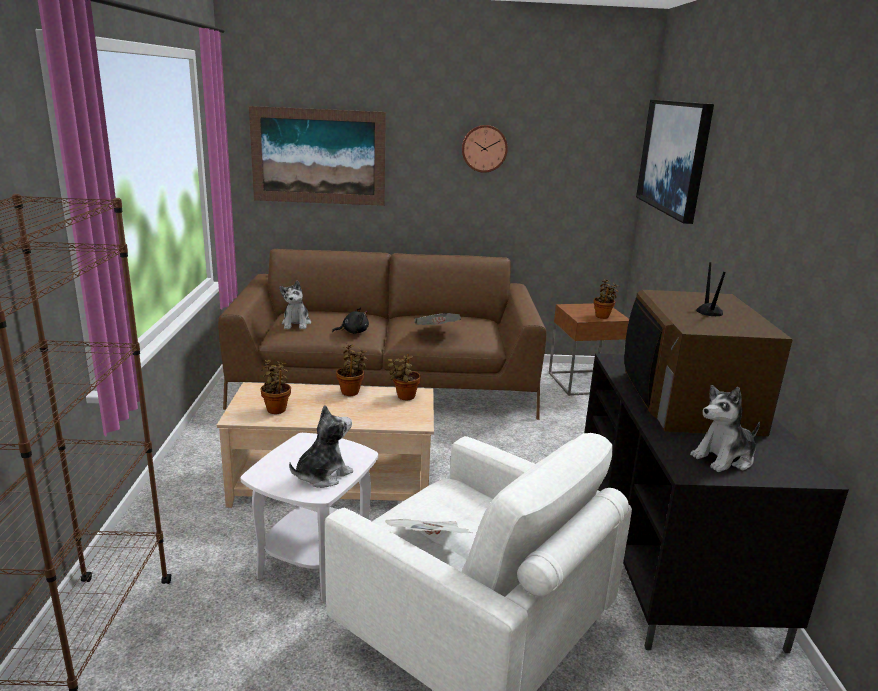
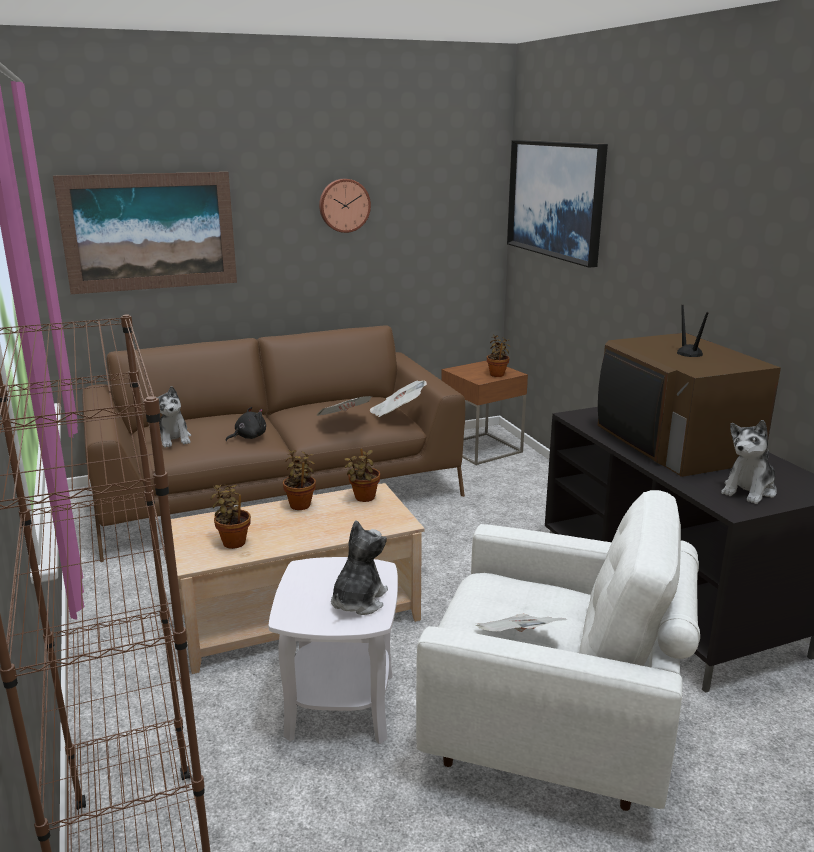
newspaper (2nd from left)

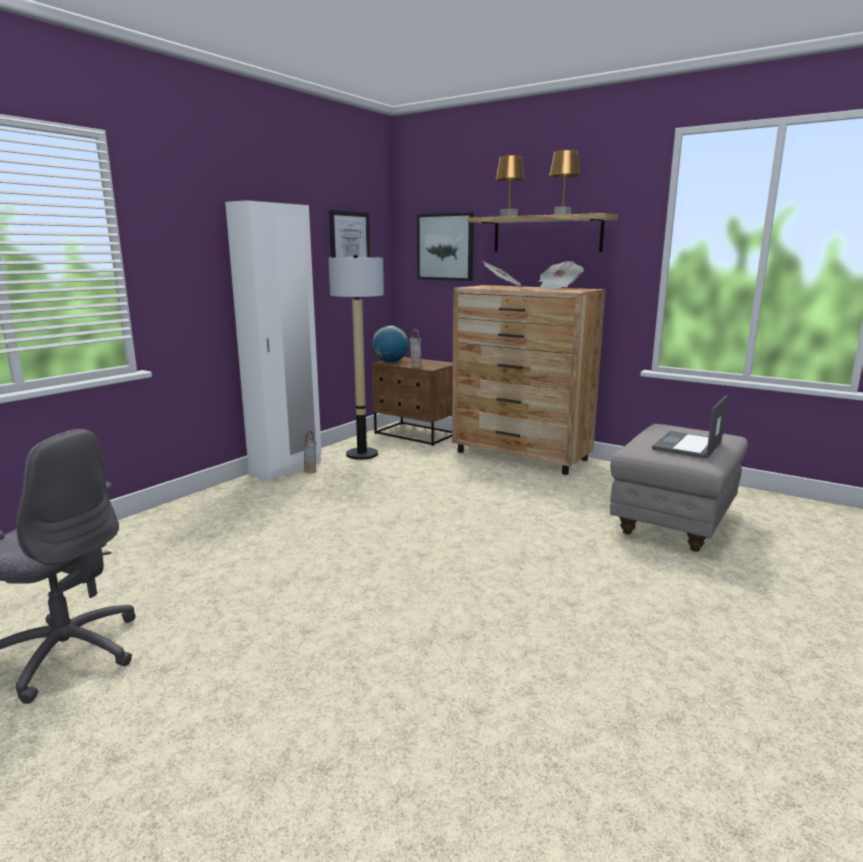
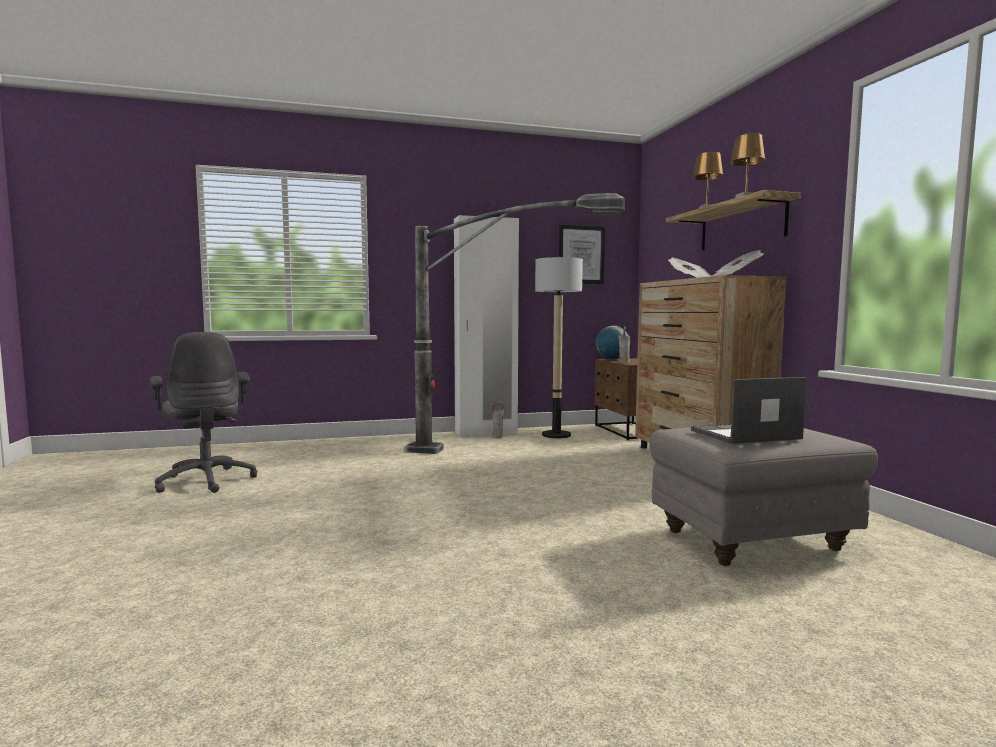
picture (2nd from left in the first image)
floor lamp (1st from left)

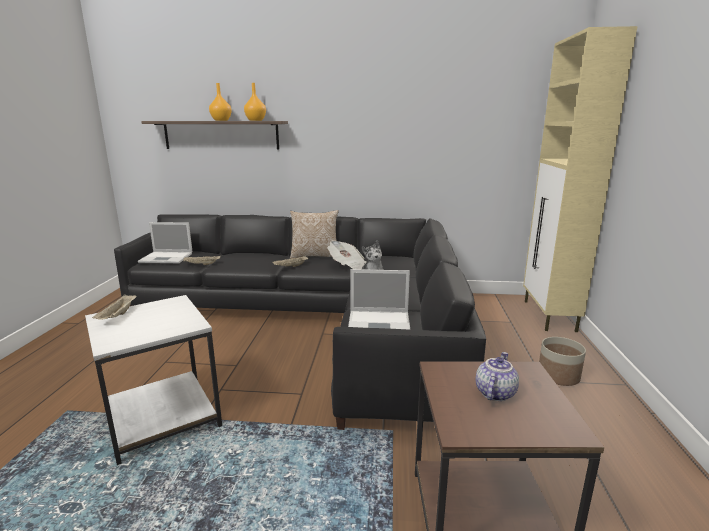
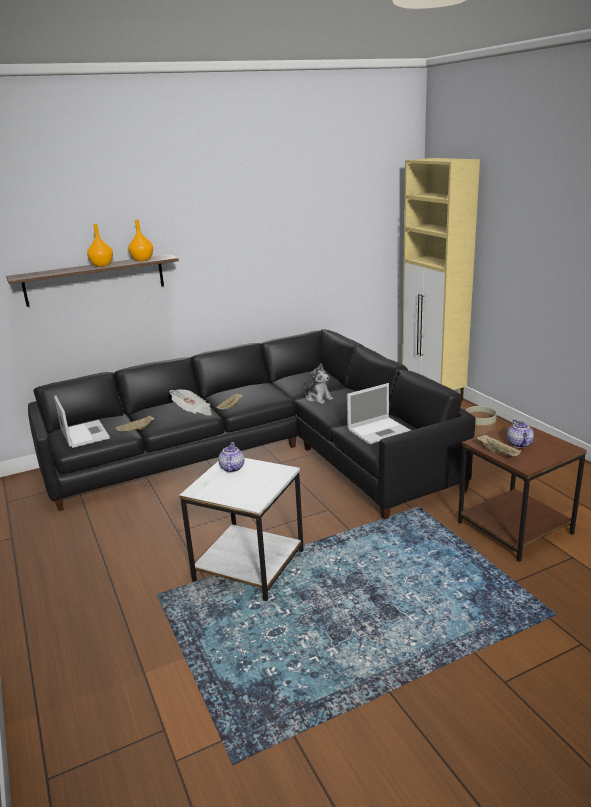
beige tray (3rd from left)
laptop (1st from left)
pillow
newspaper
teapot (1st from left)

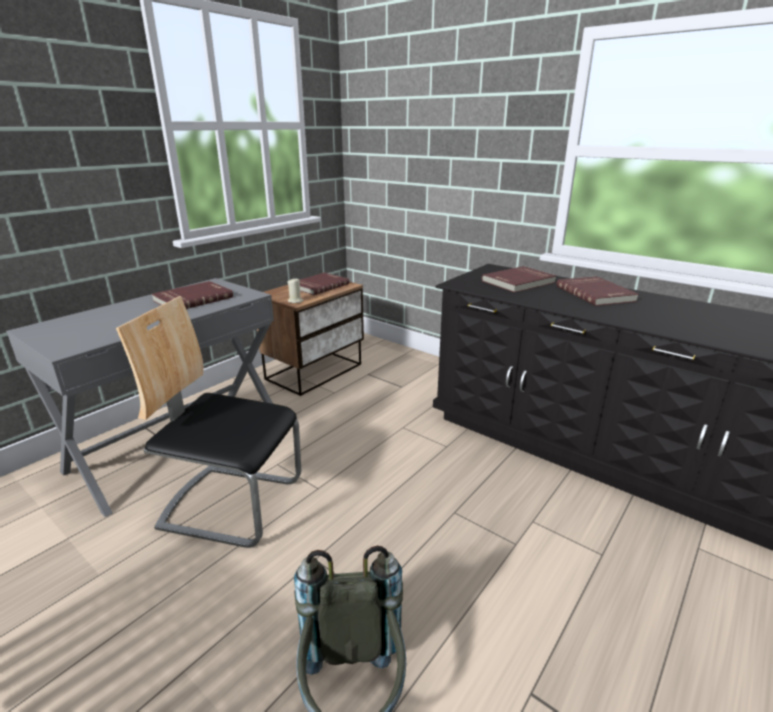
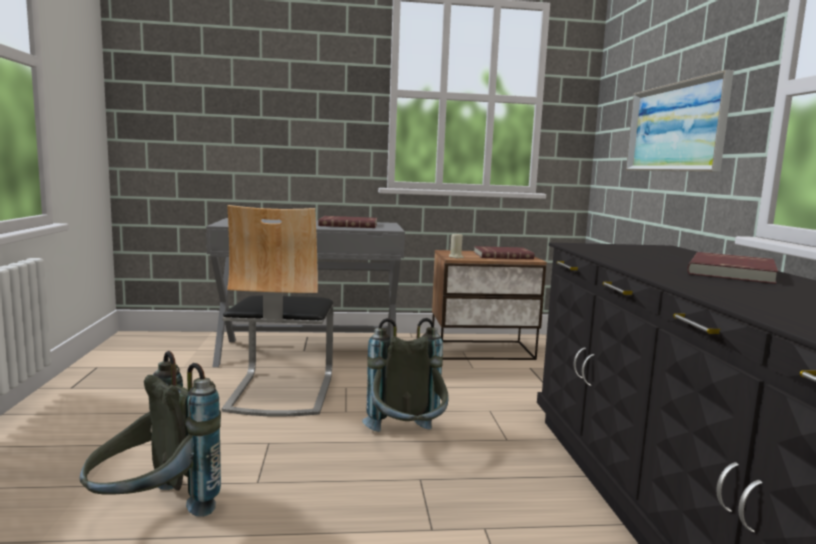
chair
red book (3rd from left in the first image)
grey backpack (2nd from left)
picture

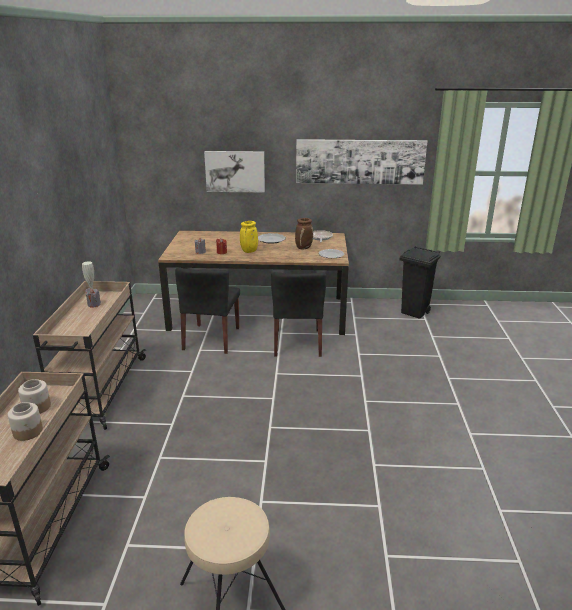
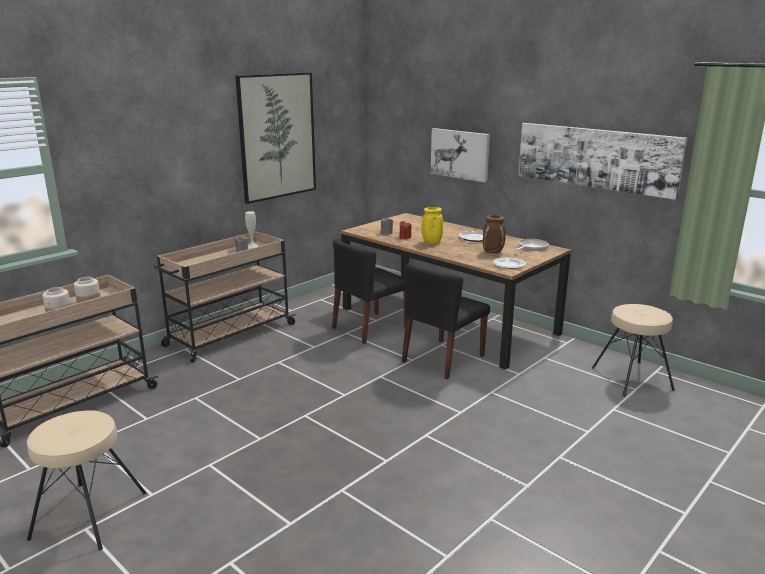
beige stool (2nd from left)
picture (1st from left)

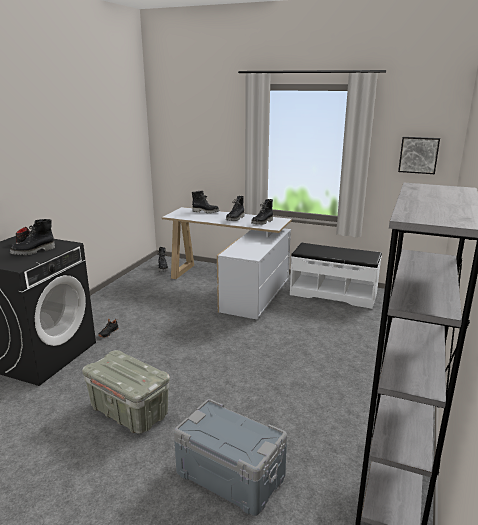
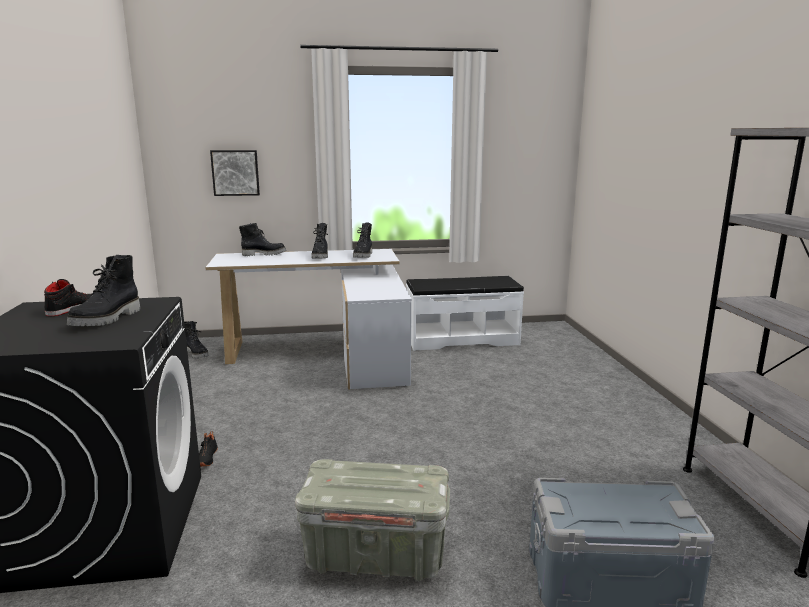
picture

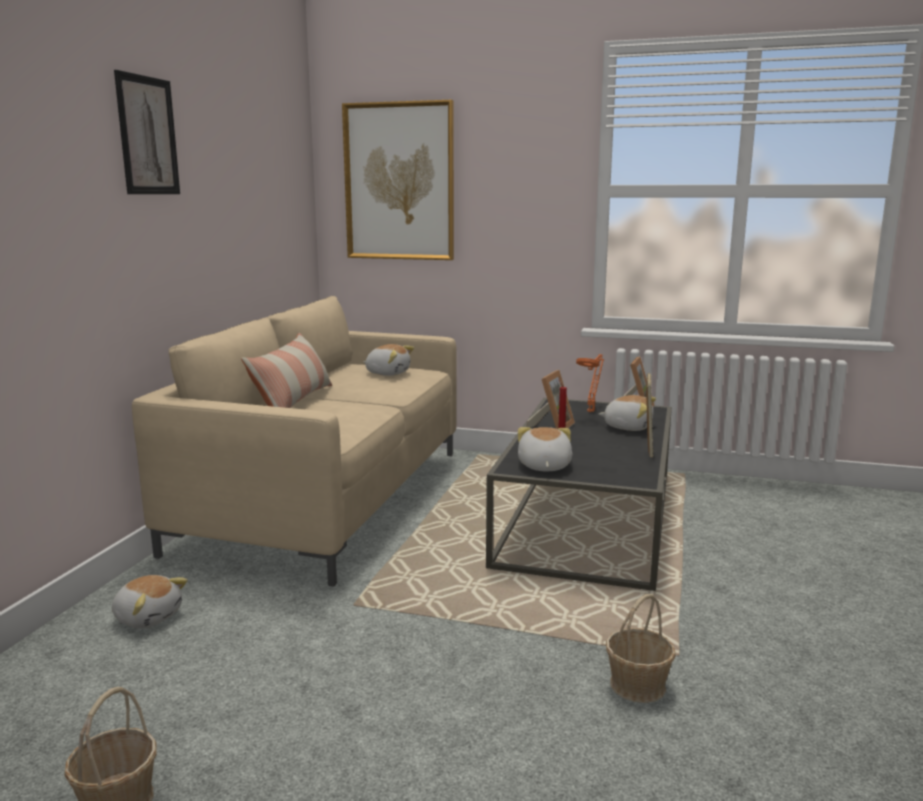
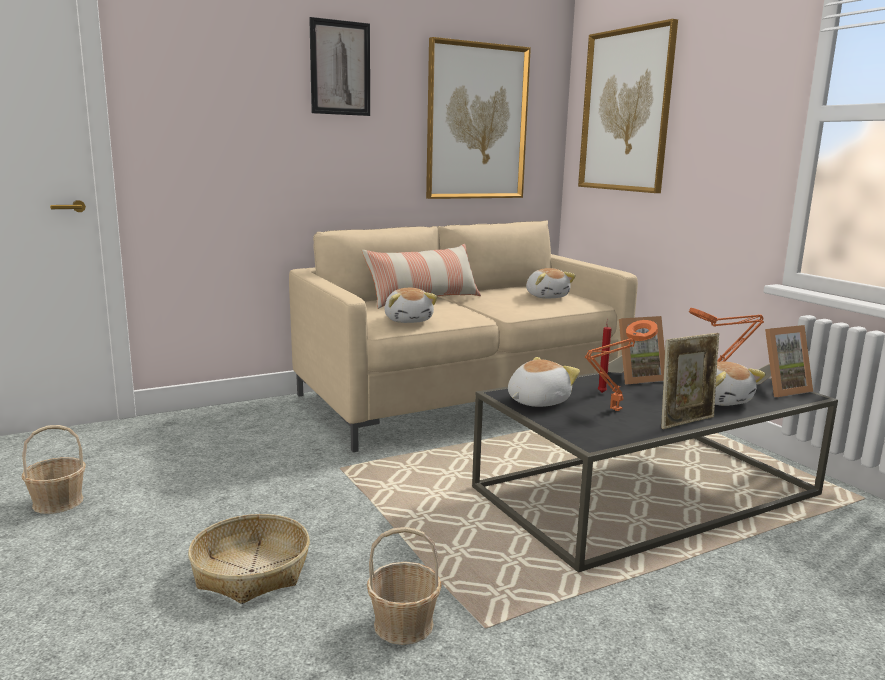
plush toy (1st from left)
basket (2nd from left)
picture (2nd from left)
orange table lamp (1st from left)

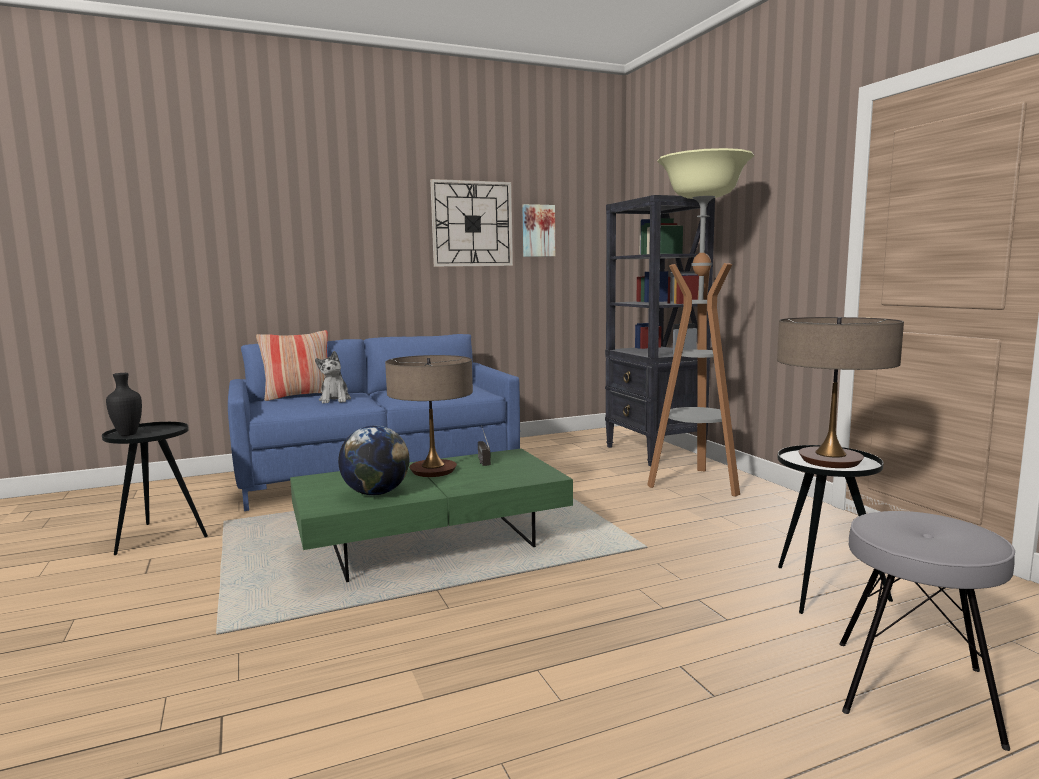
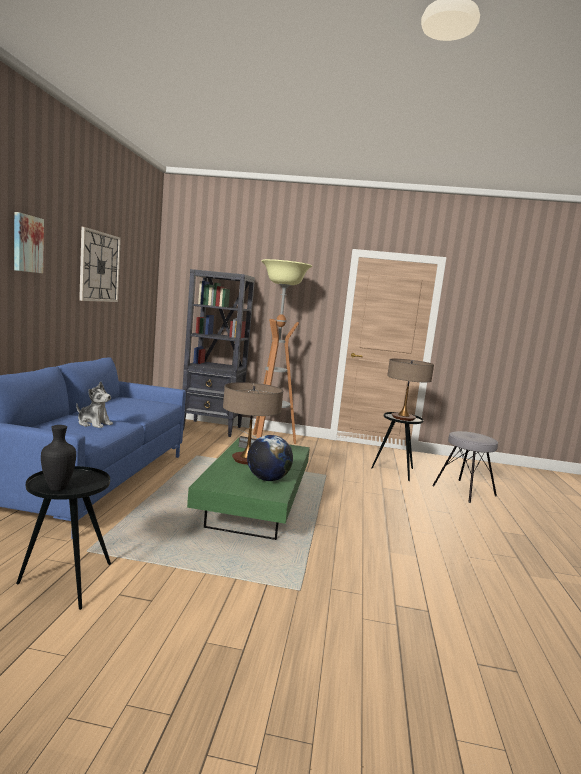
pillow
picture

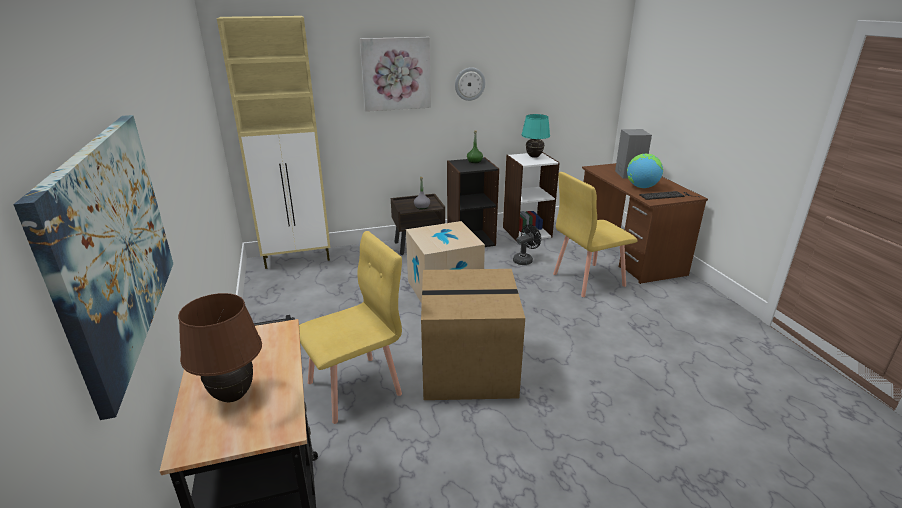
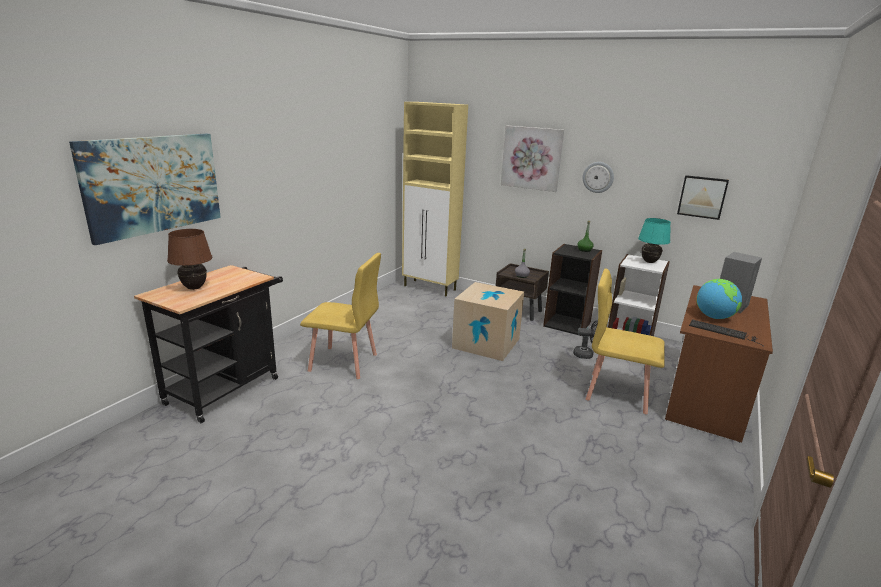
cardboard box (2nd from left in the first image)
picture (3rd from left)

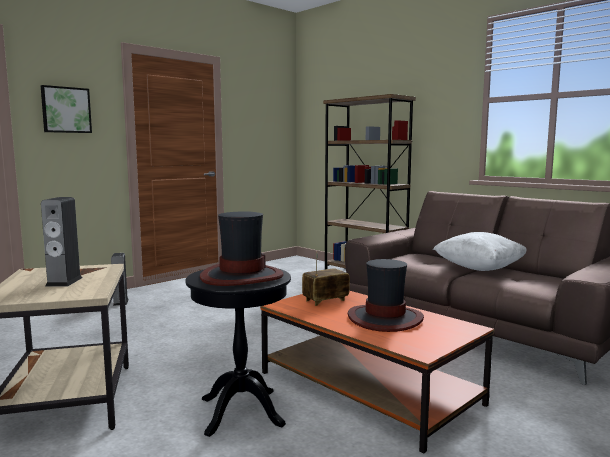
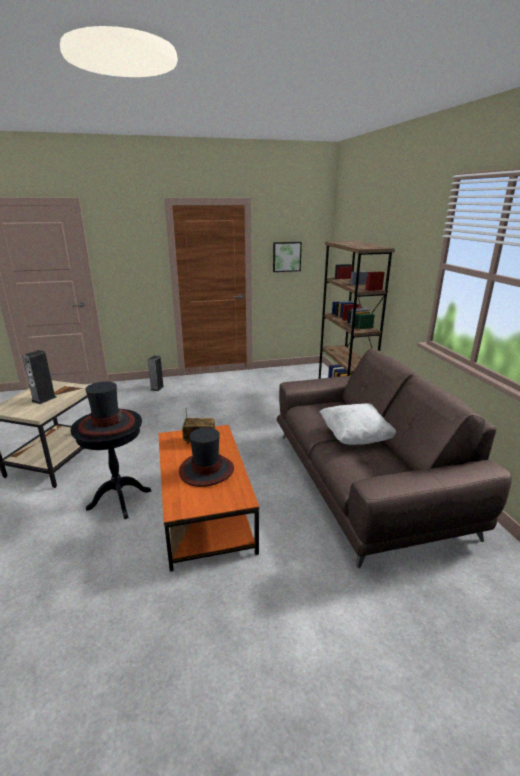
picture

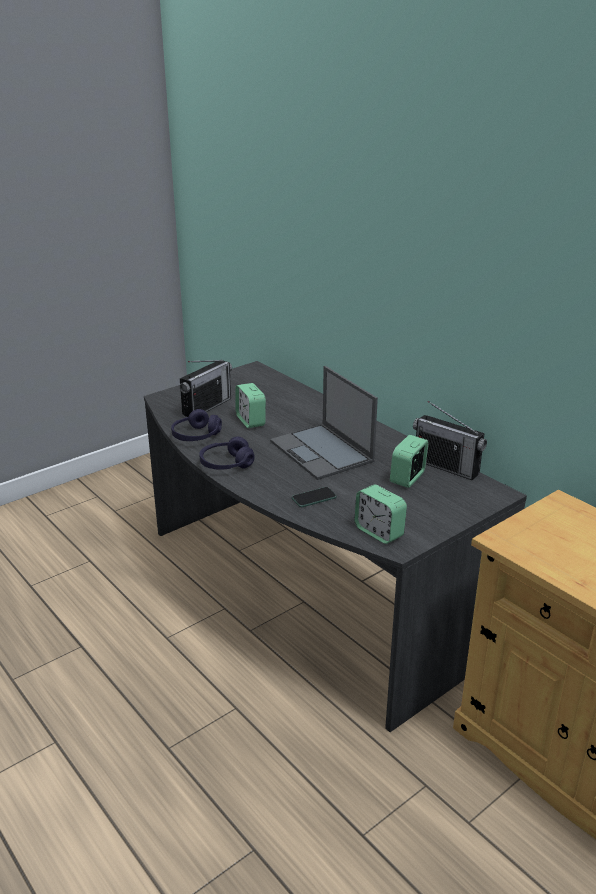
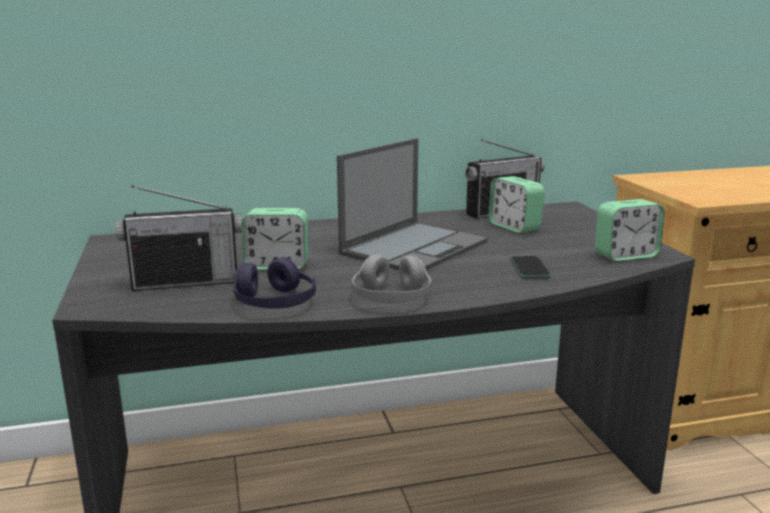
radio (1st from left)
grey headphones
laptop

